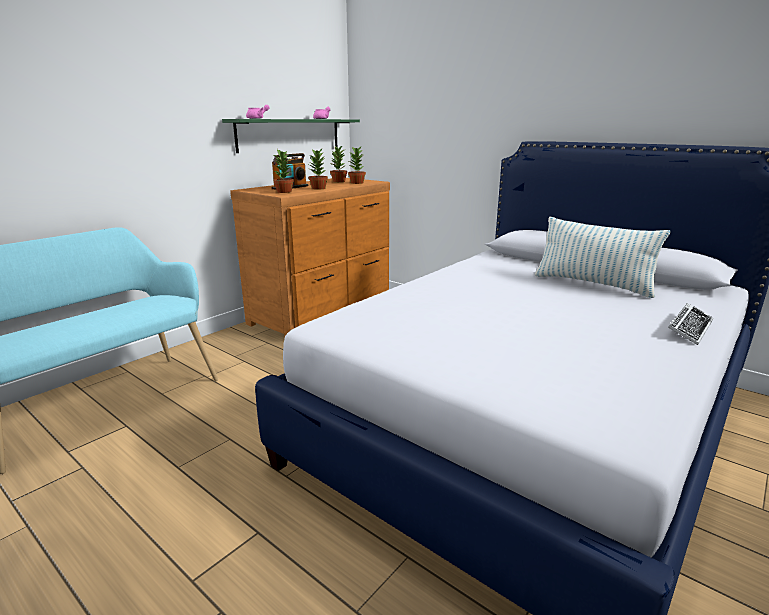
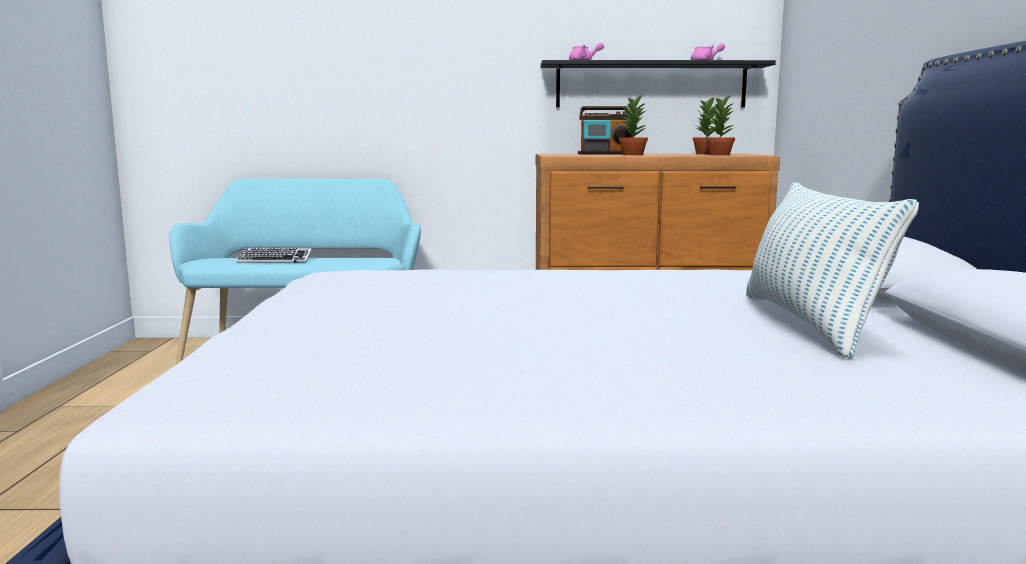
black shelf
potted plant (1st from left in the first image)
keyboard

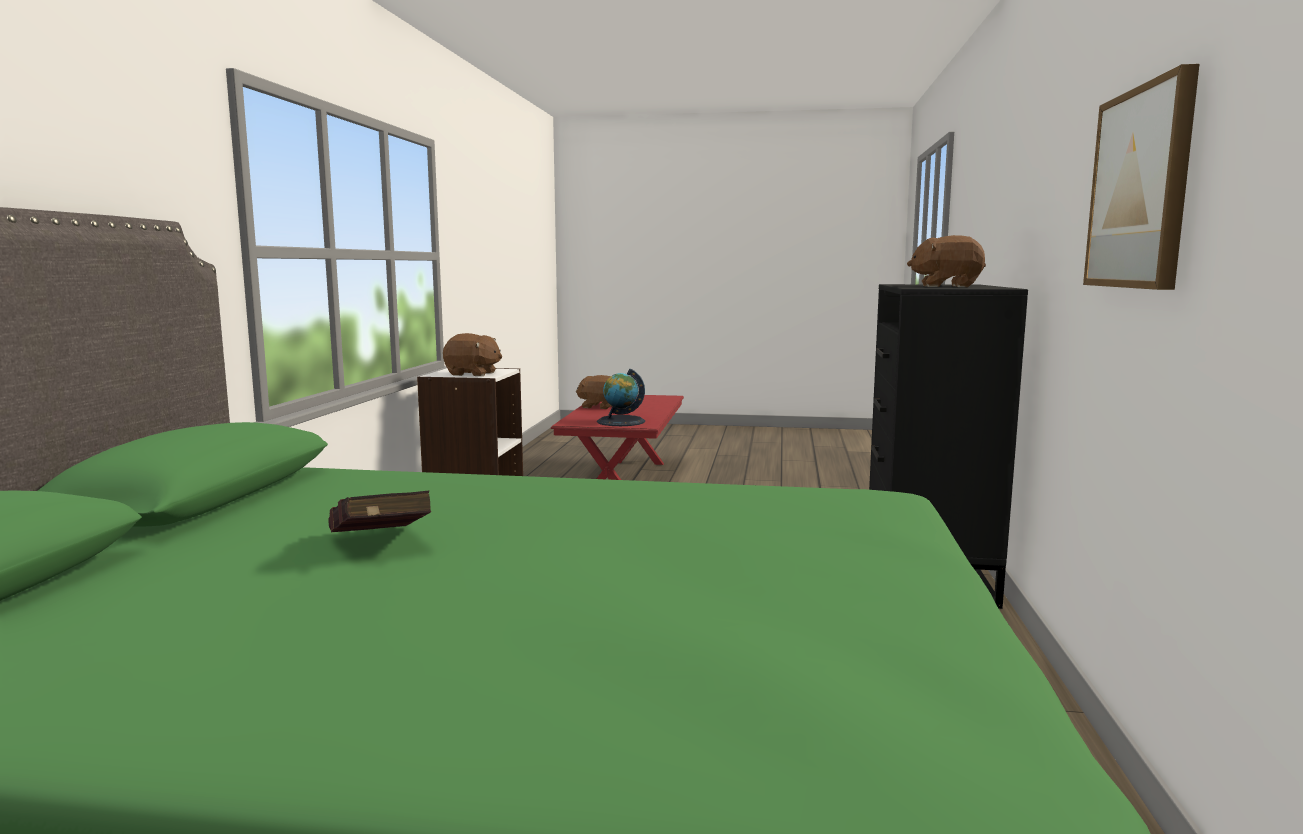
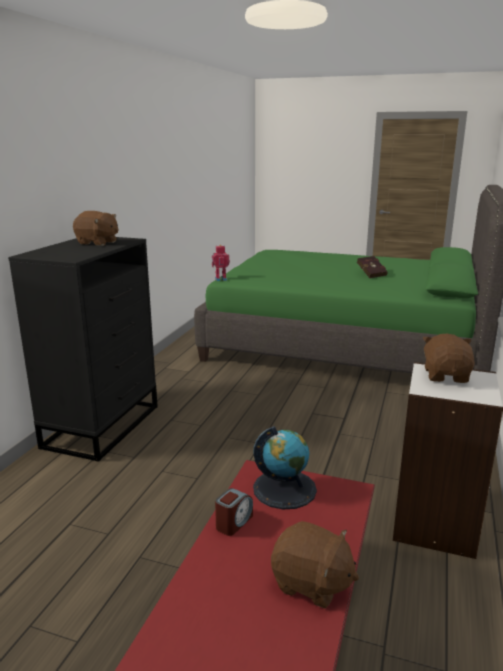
brown plush toy (3rd from left)
picture
toy robot
alarm clock

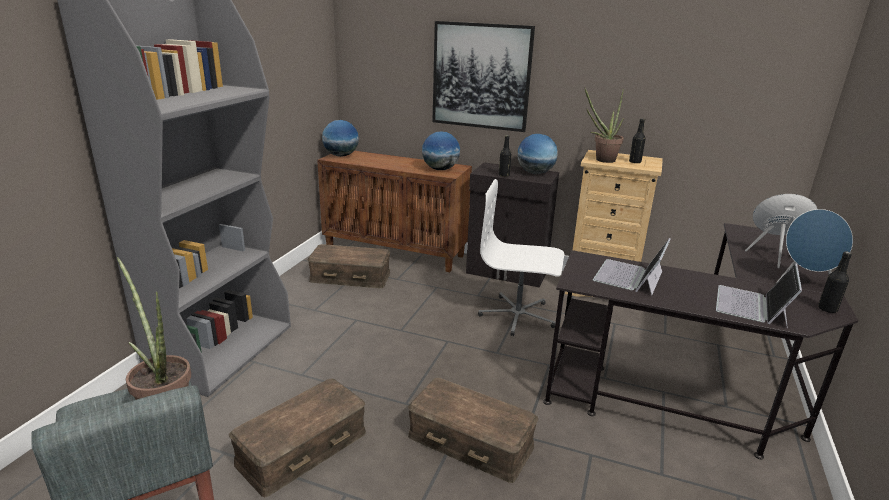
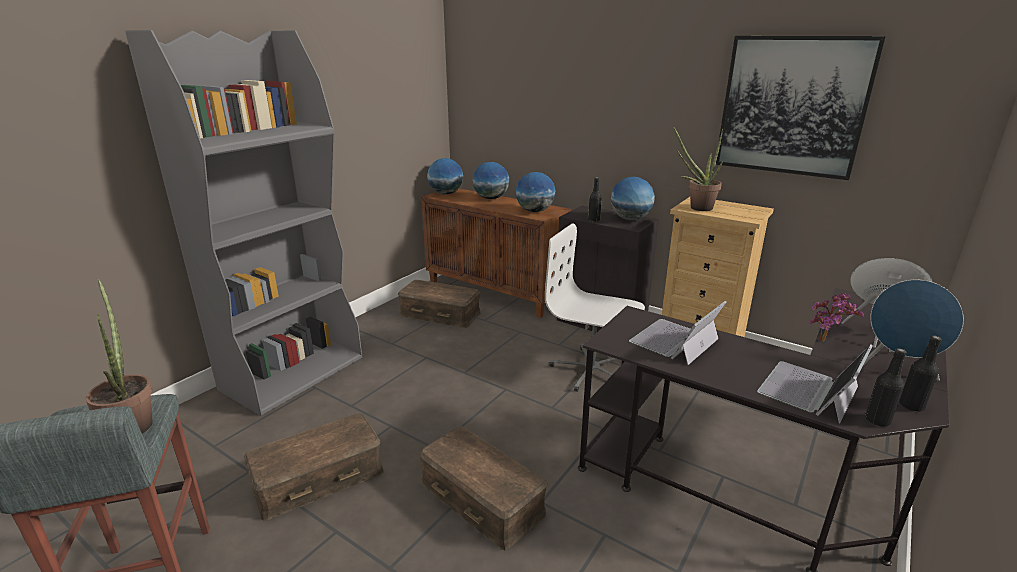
picture
black bottle (2nd from left)
globe (2nd from left)
potted plant (3rd from left)

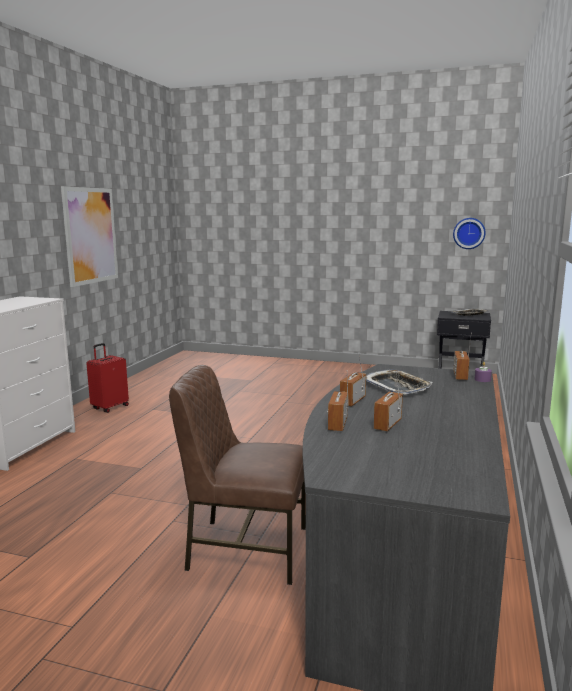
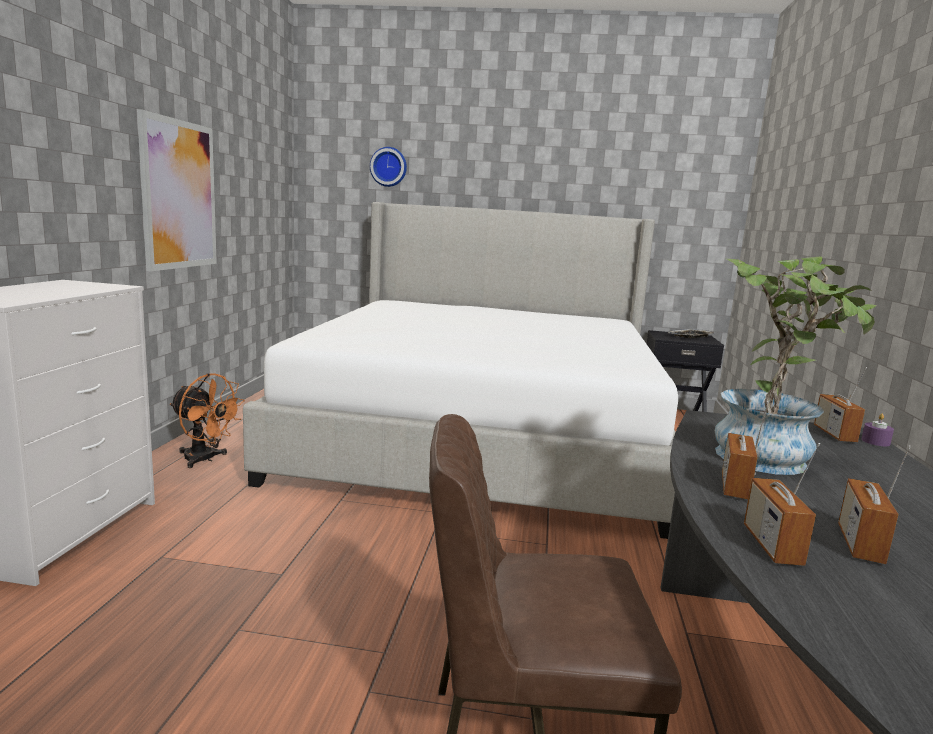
orange fan
potted plant
wall clock
bed

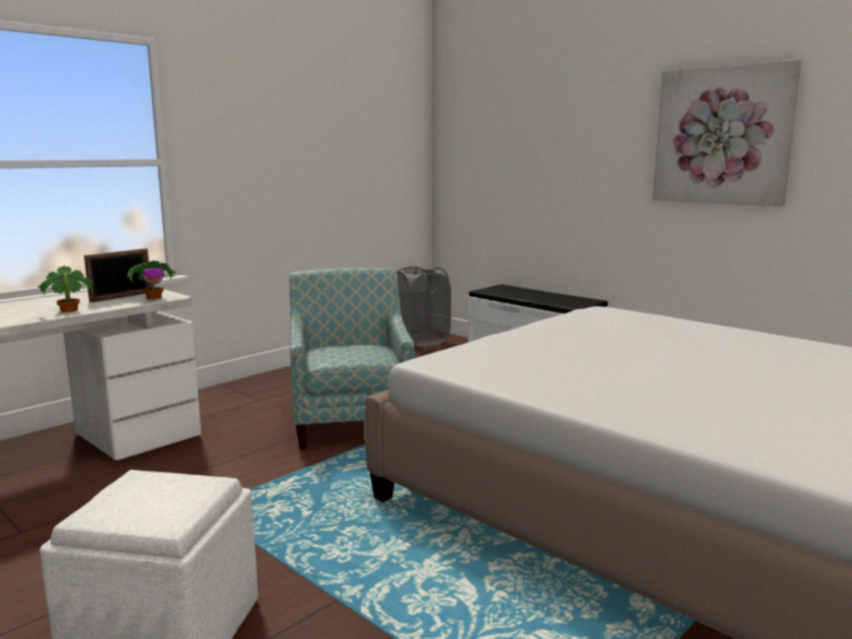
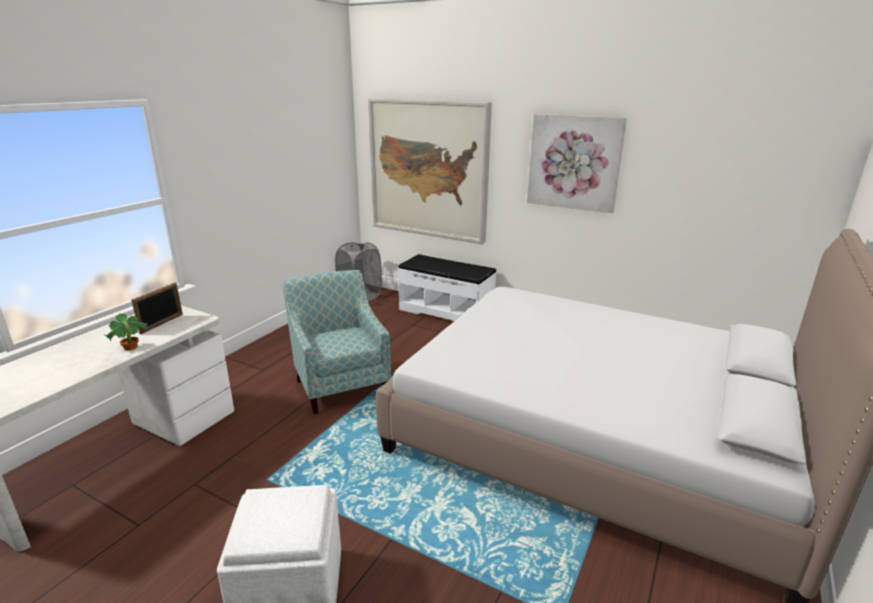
potted plant (2nd from left in the first image)
picture (1st from left)

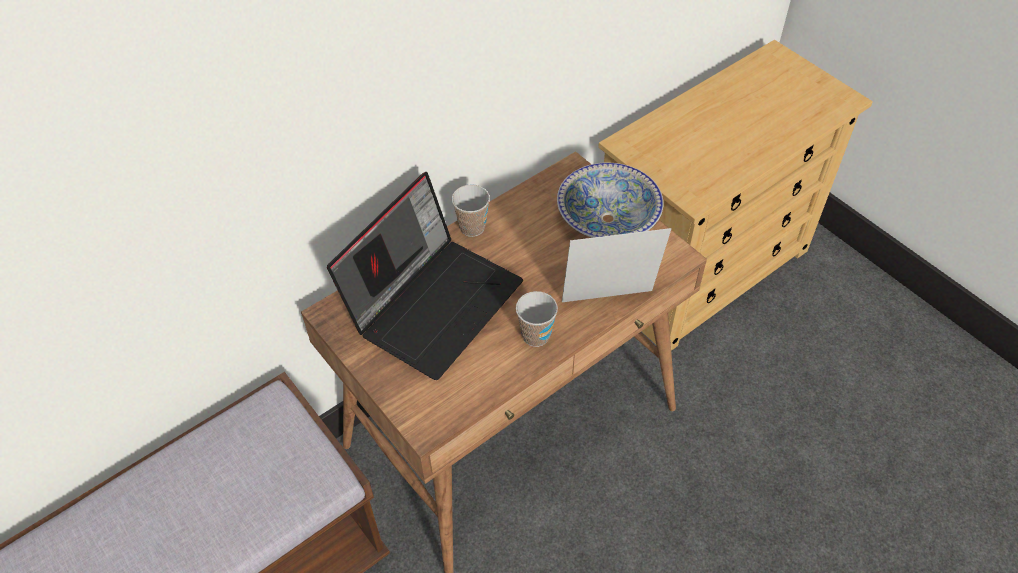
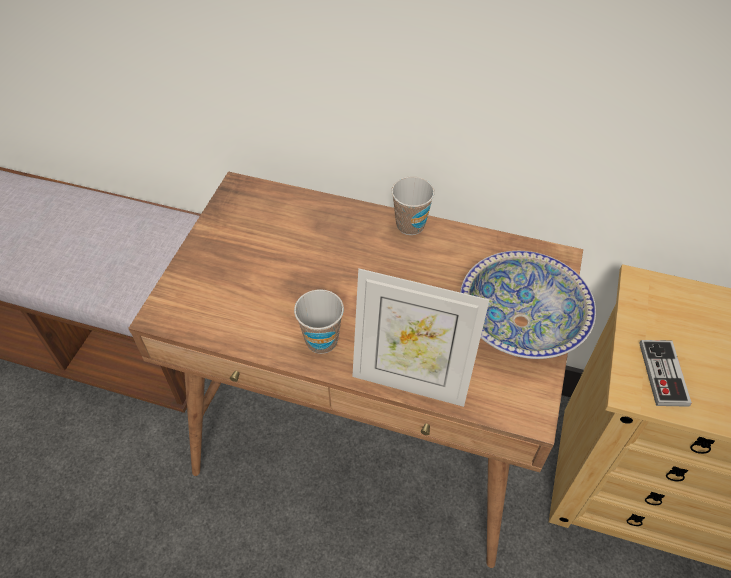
laptop
picture frame
game controller

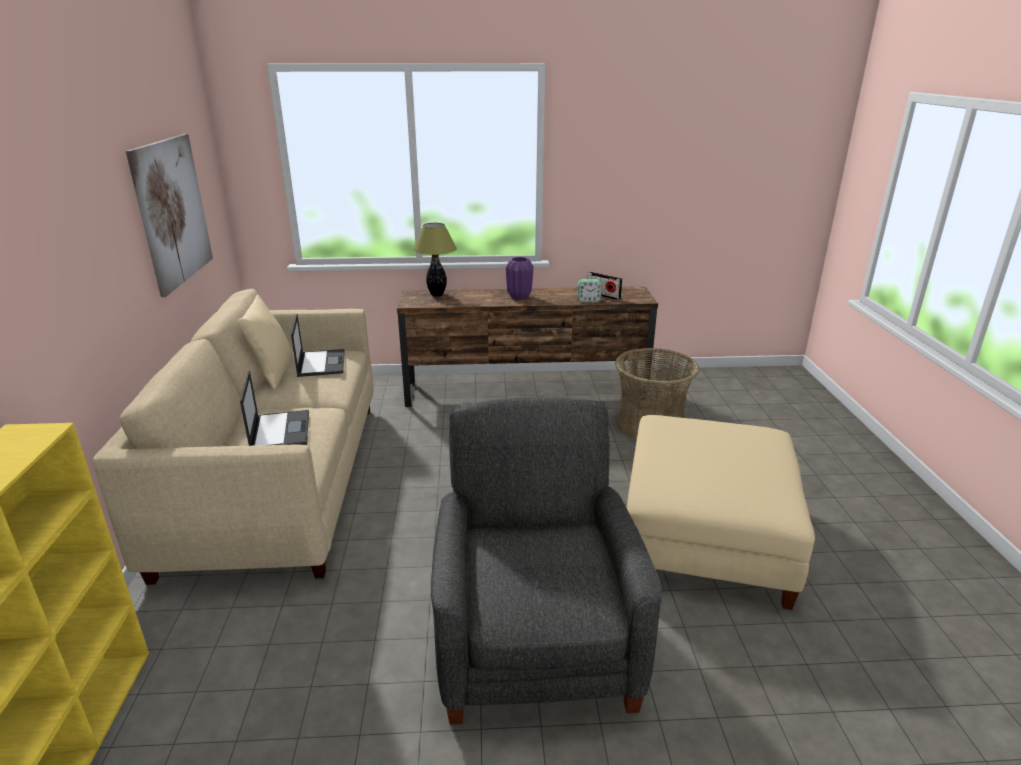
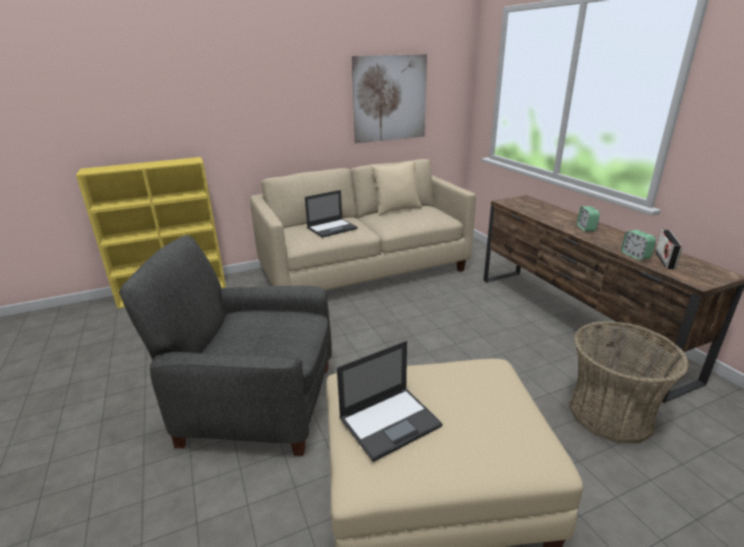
laptop (2nd from left)
table lamp
grey armchair
alarm clock (1st from left)

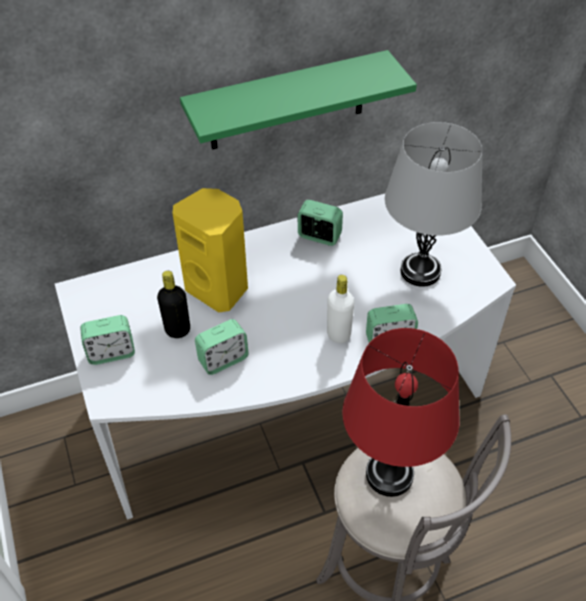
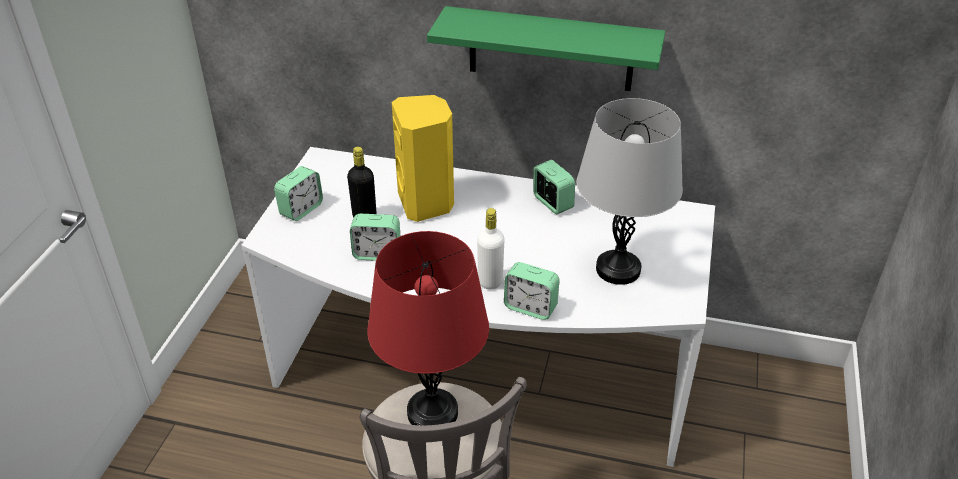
alarm clock (1st from left)

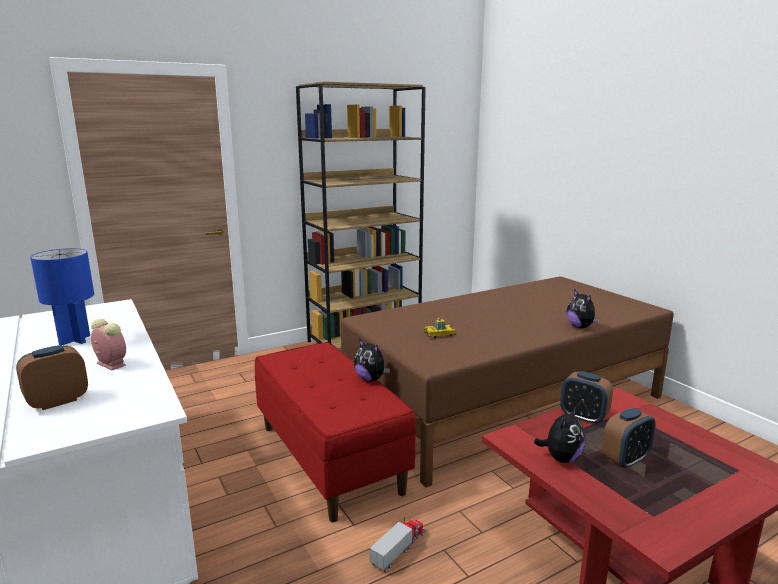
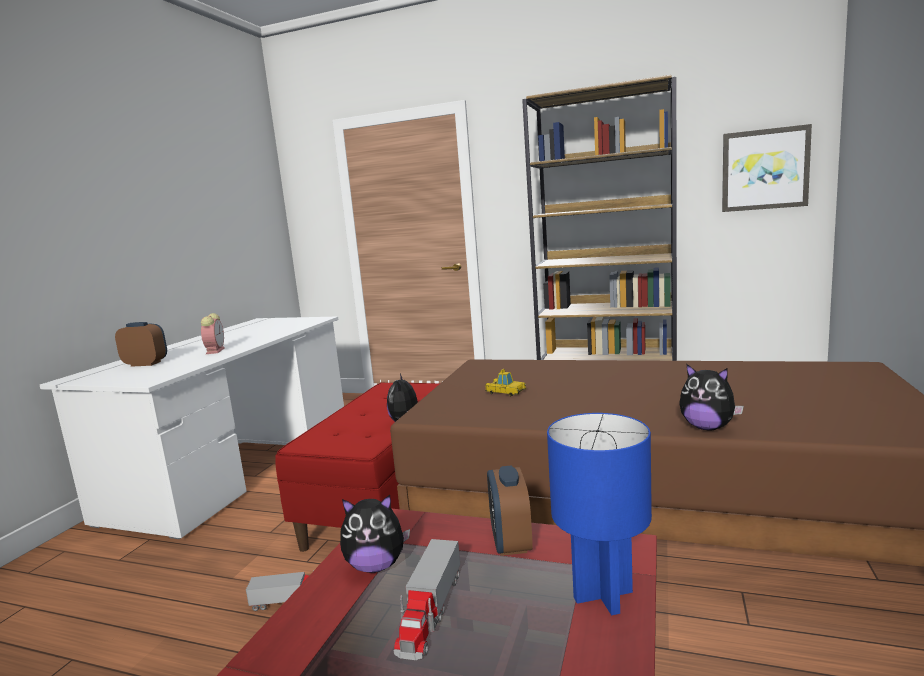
blue table lamp
plush toy (3rd from left)
toy truck (2nd from left)
picture

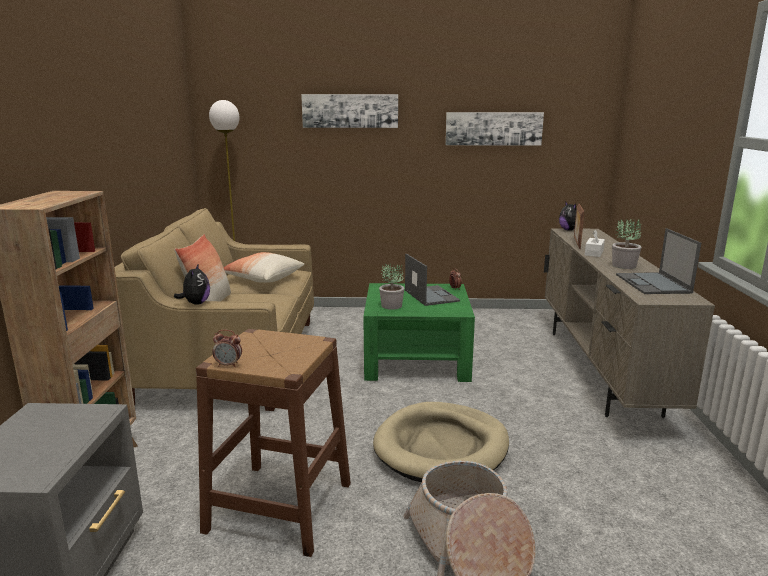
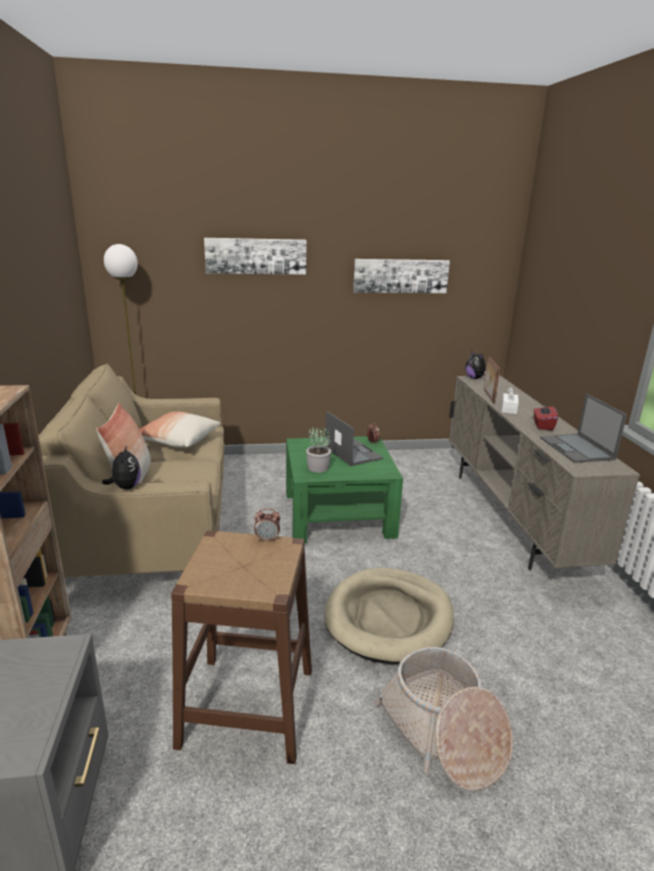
alarm clock (1st from left)
red tissue box

